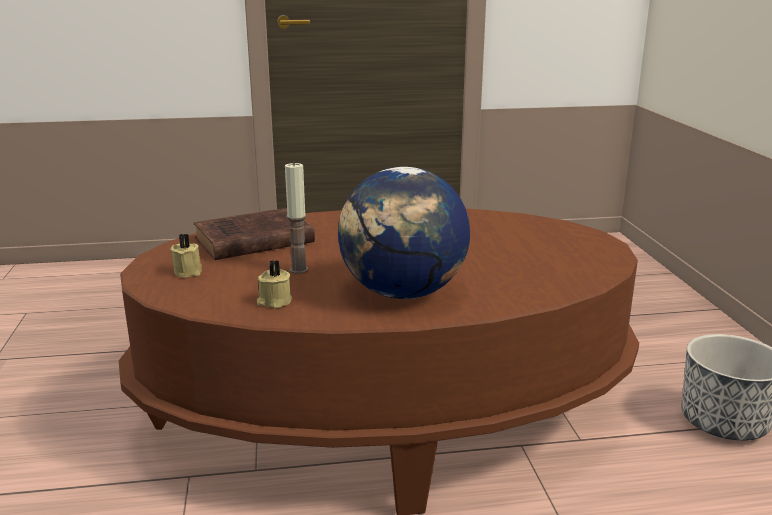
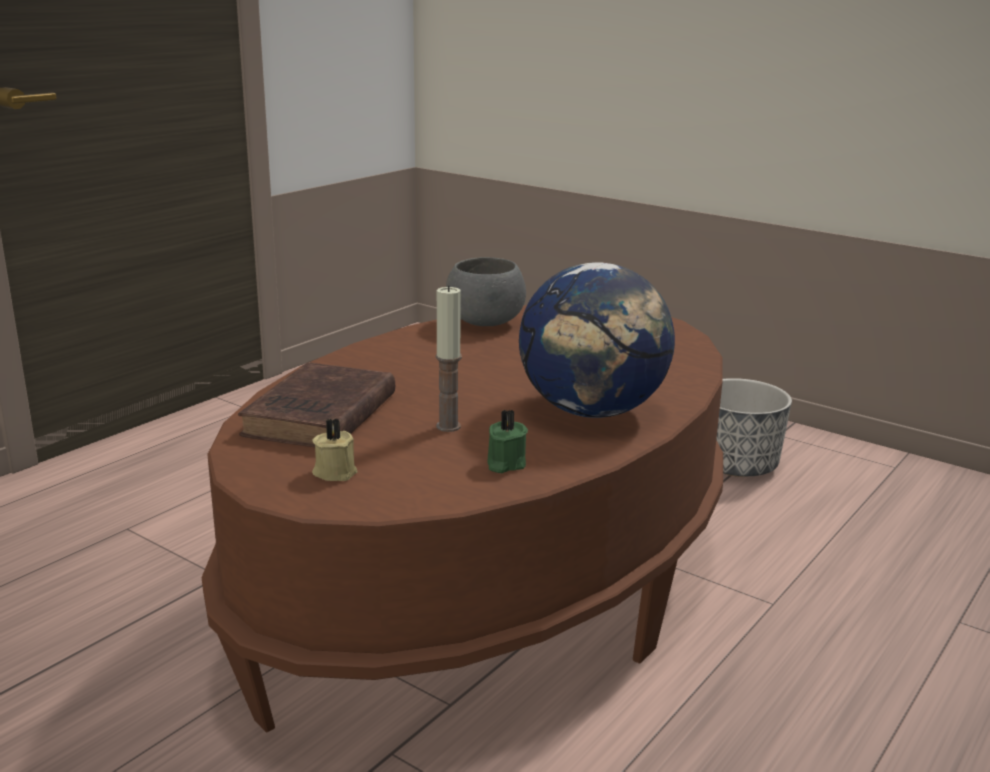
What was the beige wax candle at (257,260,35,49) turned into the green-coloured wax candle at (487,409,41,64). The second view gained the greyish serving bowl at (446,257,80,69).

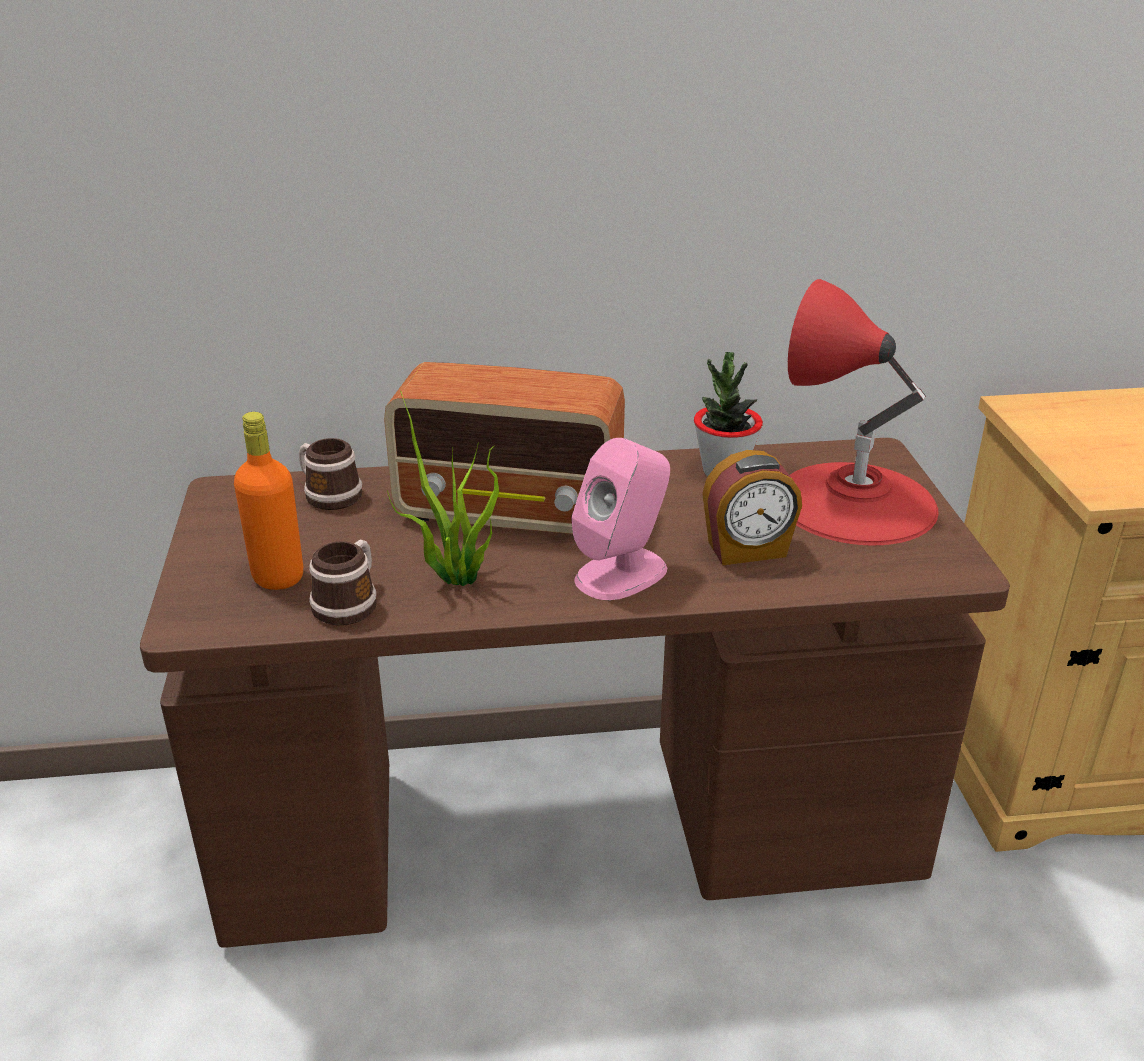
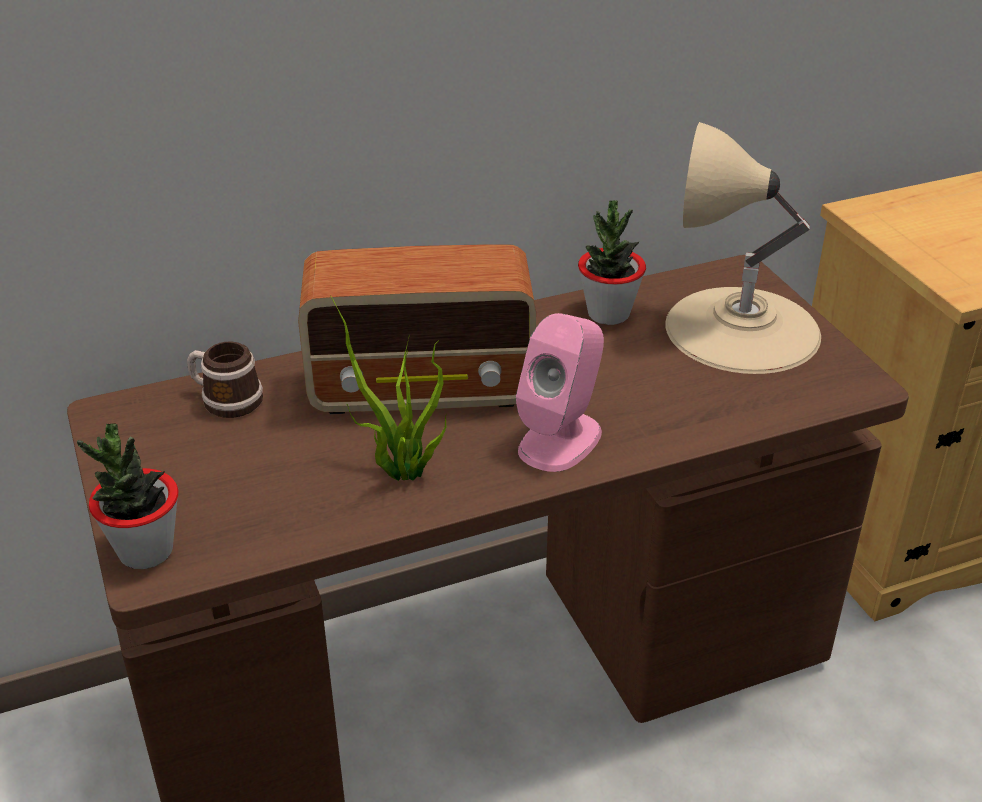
What was the reddish table lamp at (788,279,151,266) turned into the beige table lamp at (665,122,156,252). The second view lost the orange-coloured beverage bottle at (234,412,69,178). The second view lost the bedside clock at (702,450,100,115). The second view lost the coffee mug at (309,540,68,85). The second view gained the plant in a pot at (77,423,101,146).

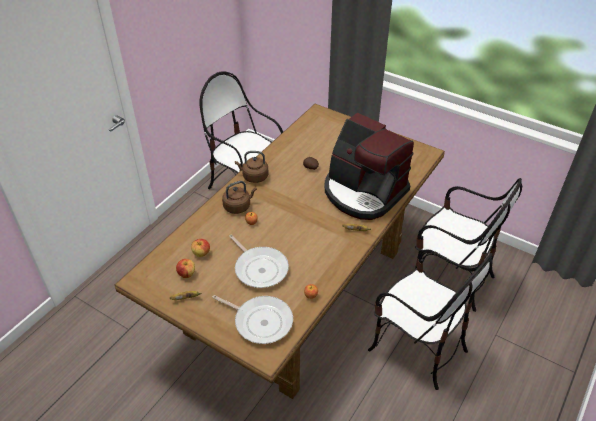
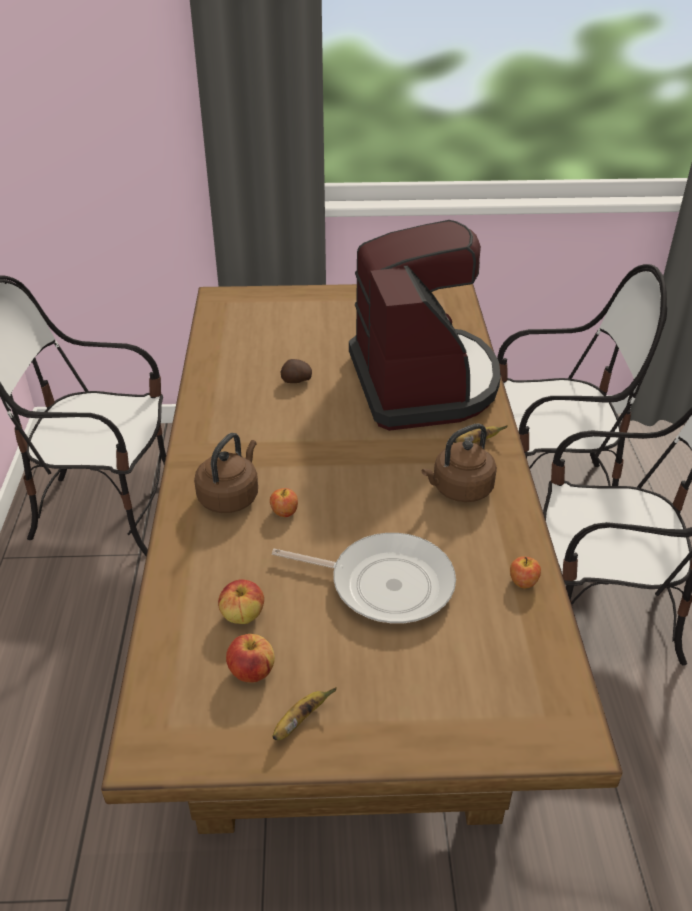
The coffee maker at (325,113,89,107) ended up facing another way, 105 degrees counterclockwise from before. The brown-coloured kettle ended up elsewhere, having gone from (235,151,34,32) to (422,423,75,79). The second view lost the skillet at (212,295,81,49).

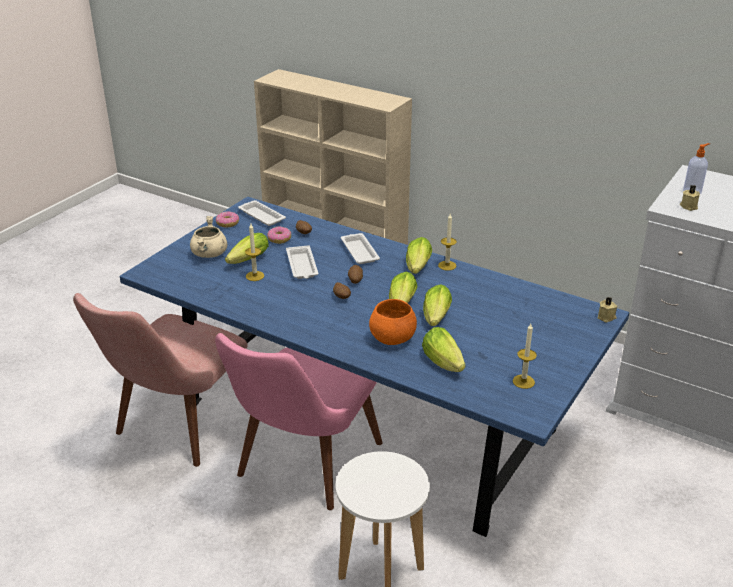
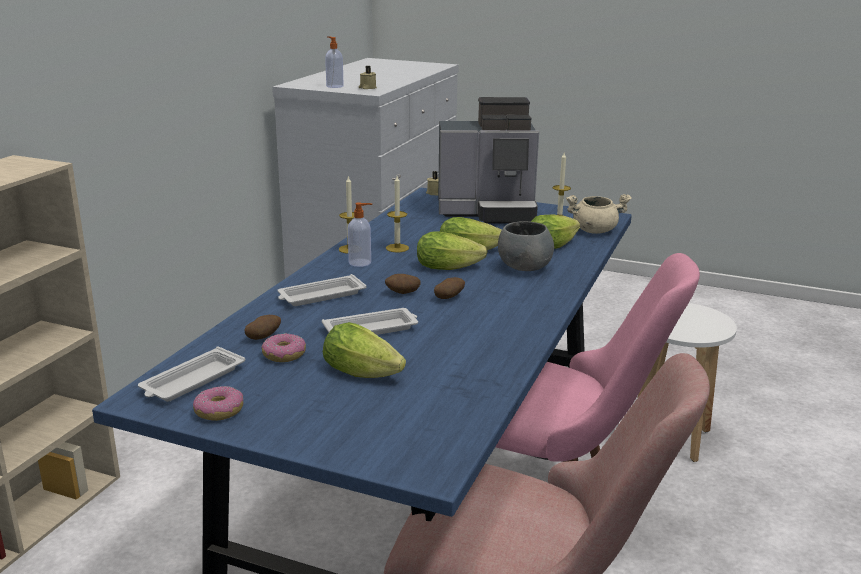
The beige cooking pot ended up elsewhere, having gone from (190,216,37,42) to (566,194,66,40). The wax candle ended up elsewhere, having gone from (245,224,19,57) to (386,176,23,76). Where the lettuce head stood at (406,237,26,37), the soap bottle came to stand at (348,202,24,65). What was the orange-coloured serving bowl at (369,299,48,46) turned into the greyish serving bowl at (498,221,56,50). The second view gained the coffee maker at (438,97,101,126).

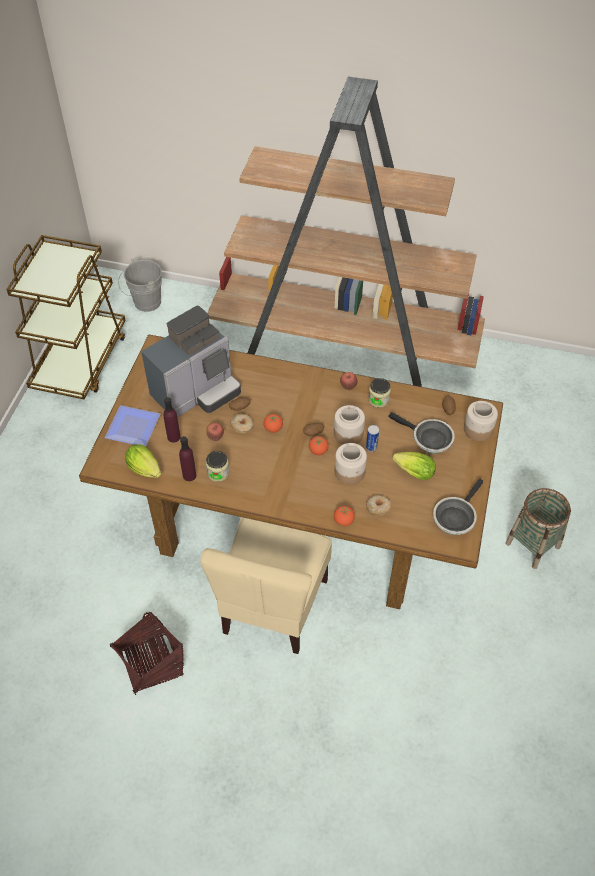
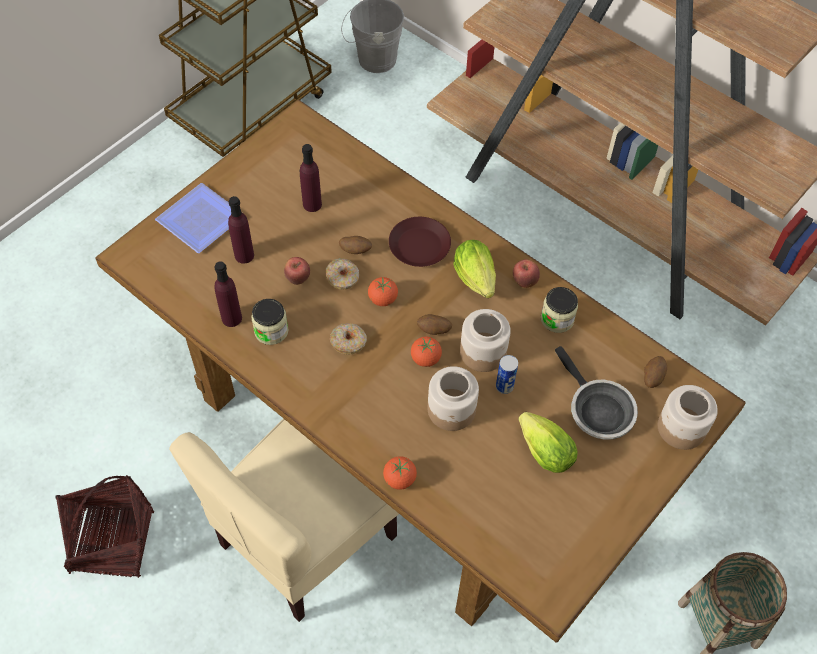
Where the coffee maker stood at (141,306,100,111), the purplish beverage bottle came to stand at (300,144,22,68). The lettuce head ended up elsewhere, having gone from (125,444,36,34) to (453,240,43,58). The second view lost the skillet at (433,479,50,56). The donut ended up elsewhere, having gone from (366,495,25,21) to (330,323,37,32). The second view gained the brown-coloured flat dish at (389,217,62,50).

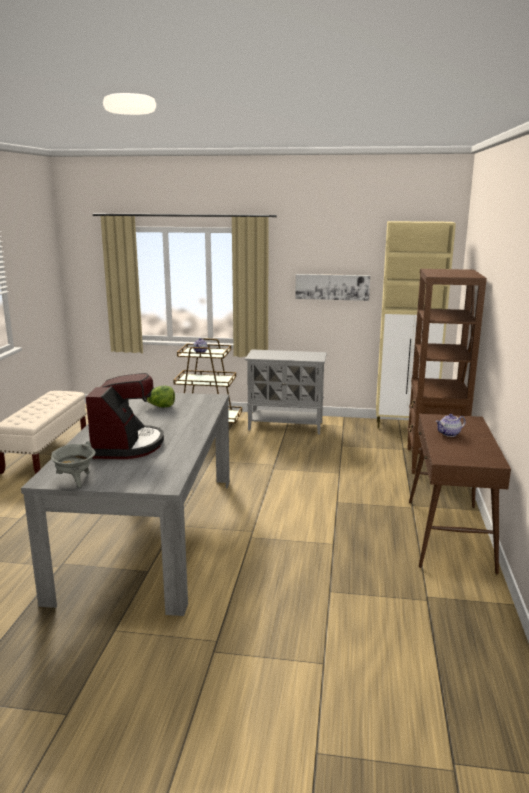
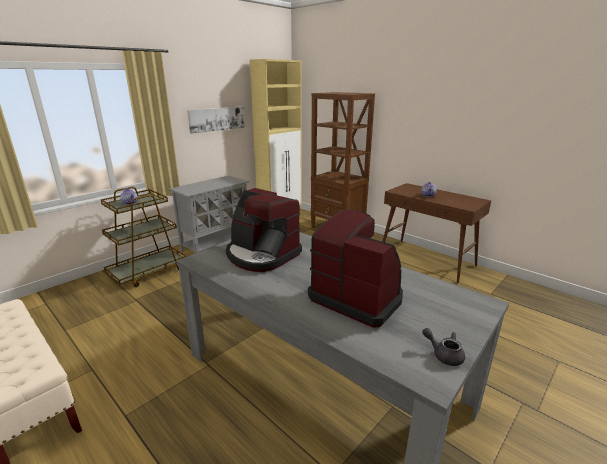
Where the lettuce head stood at (146,385,29,23), the coffee maker came to stand at (226,188,76,84). Where the greyish cooking pot stood at (51,441,45,47), the greyish teapot came to stand at (422,328,43,38).

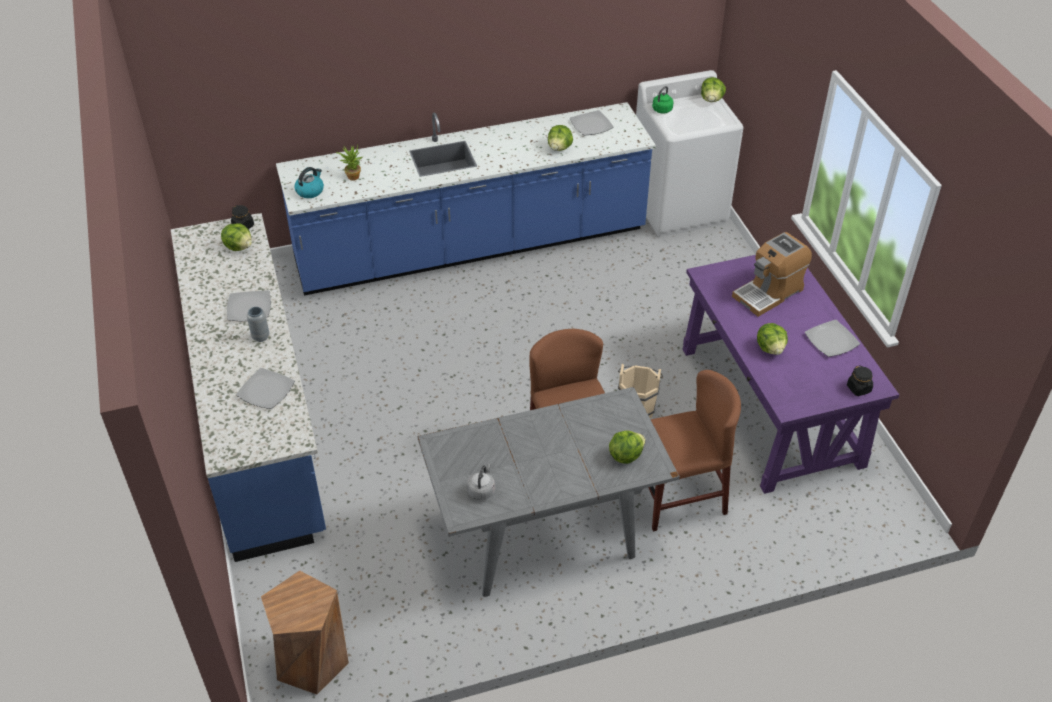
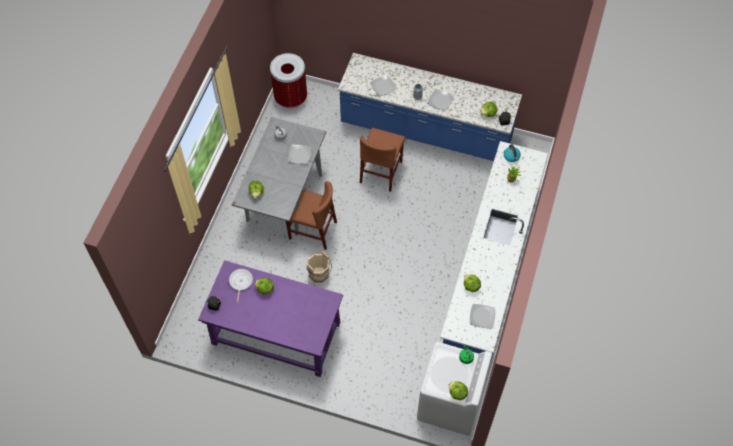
The second view lost the coffee maker at (732,232,80,85). The flat dish ended up elsewhere, having gone from (805,320,55,37) to (288,145,23,19). The brown-coloured chair ended up elsewhere, having gone from (648,370,93,161) to (360,128,45,64). Where the brown-coloured stool seat stood at (261,571,88,124), the waste bin came to stand at (270,53,37,56). The second view gained the skillet at (229,269,24,34).

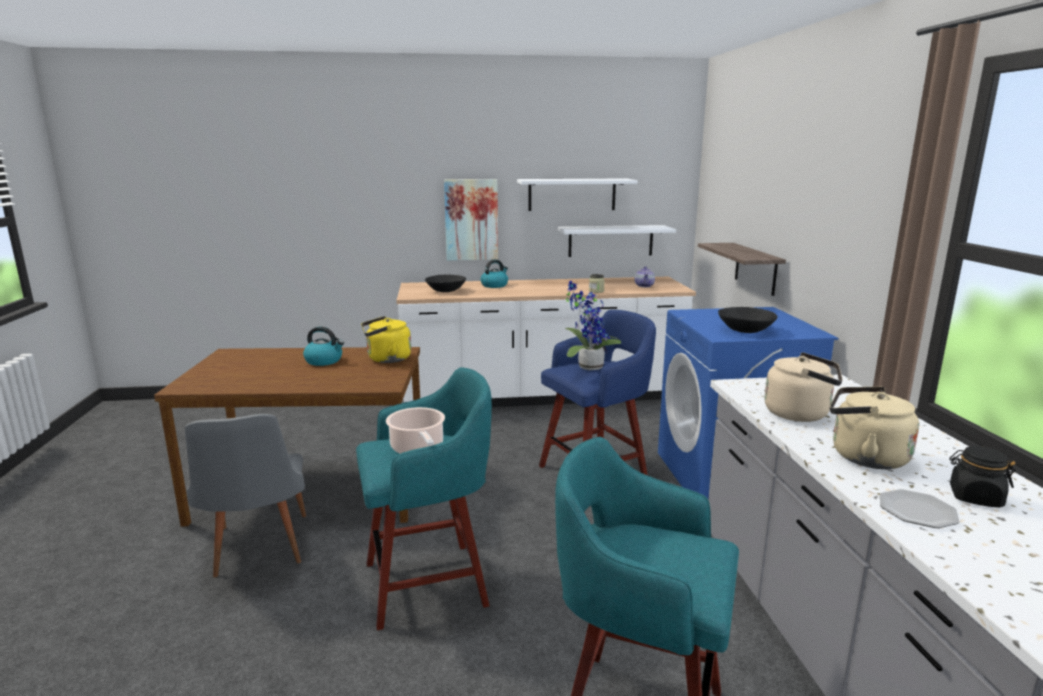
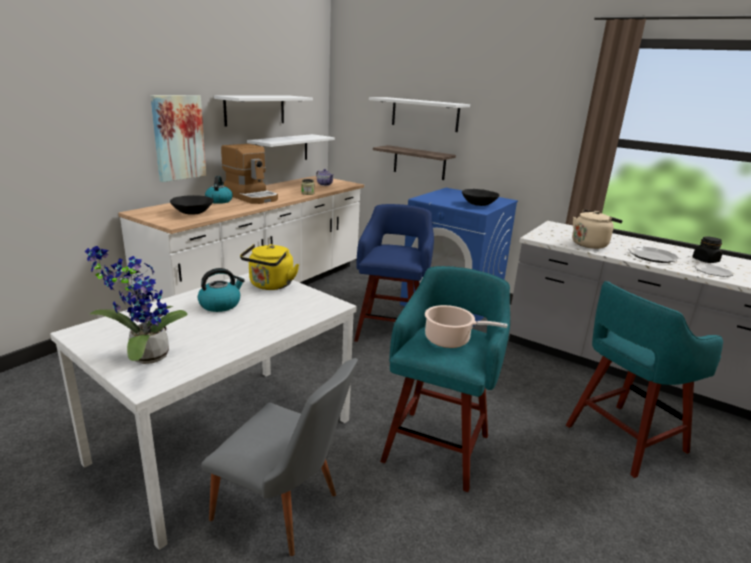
The plant in a pot ended up elsewhere, having gone from (565,281,56,89) to (85,246,103,118). What was the brown-coloured dinner table at (154,347,266,179) turned into the white dinner table at (50,273,307,277). Where the beige kettle stood at (830,387,89,82), the flat dish came to stand at (628,246,52,17). The second view gained the white bracket shelf at (369,97,101,35). The second view gained the coffee maker at (221,144,57,60).

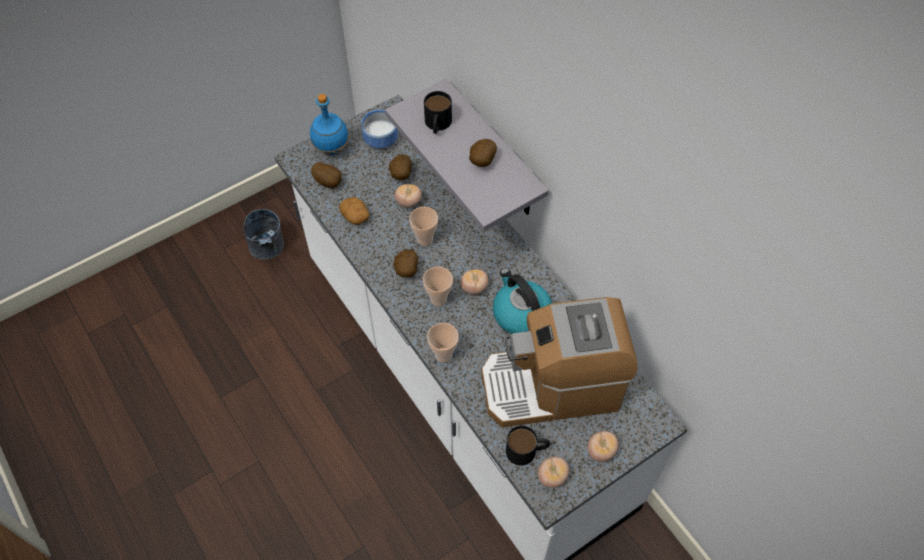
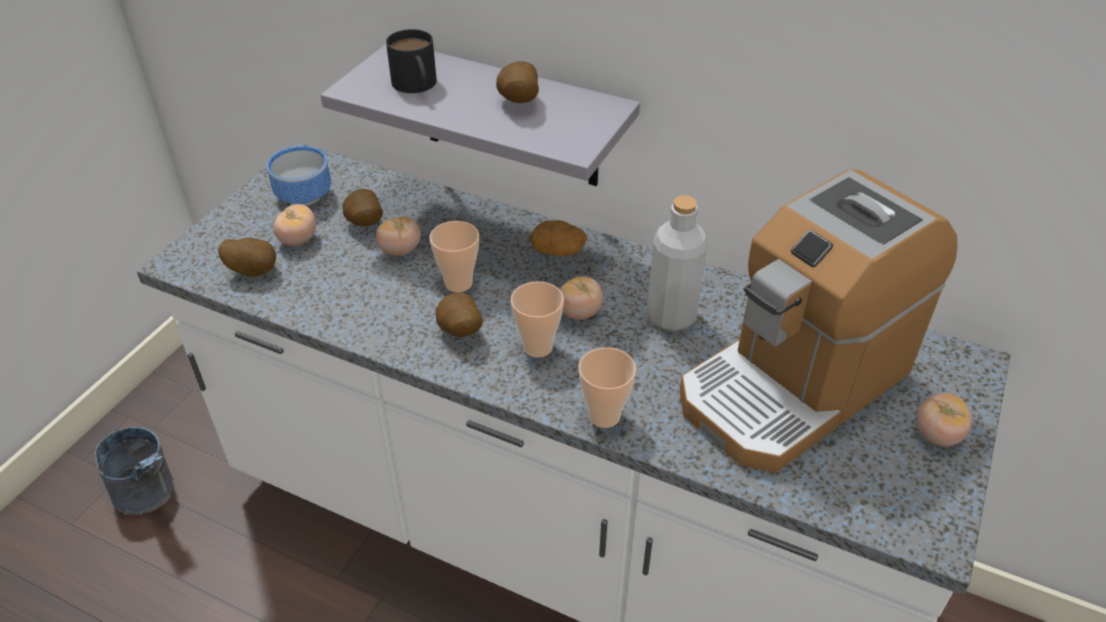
The second view lost the blue beverage bottle at (310,94,39,61). The potato ended up elsewhere, having gone from (339,197,30,27) to (530,220,57,36). Where the kettle stood at (493,268,59,66), the greyish beverage bottle came to stand at (647,195,61,136). The second view lost the black-coloured coffee mug at (506,426,44,39). The fresh tomato ended up elsewhere, having gone from (538,457,31,31) to (273,204,43,42).

